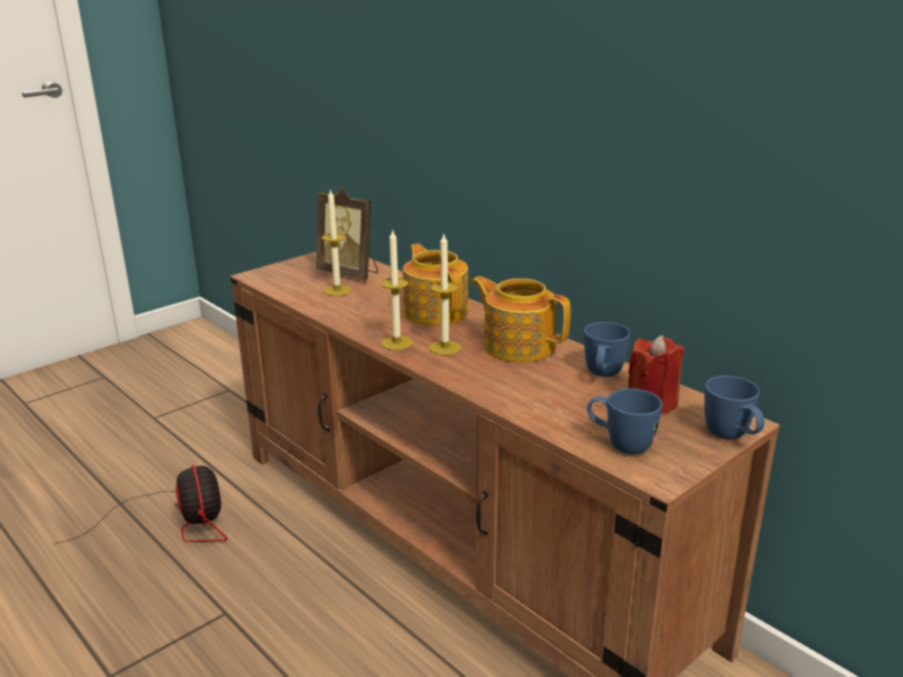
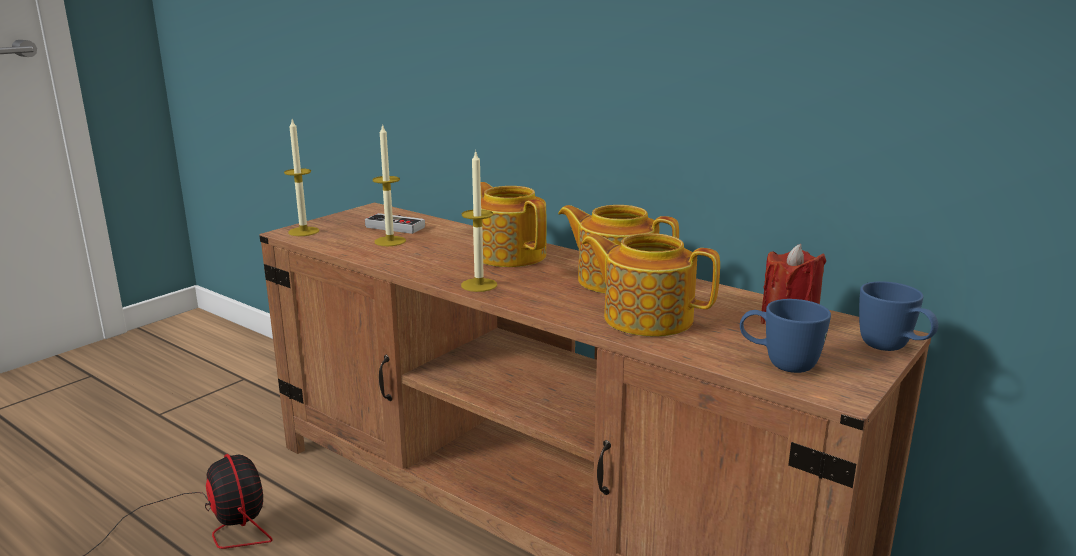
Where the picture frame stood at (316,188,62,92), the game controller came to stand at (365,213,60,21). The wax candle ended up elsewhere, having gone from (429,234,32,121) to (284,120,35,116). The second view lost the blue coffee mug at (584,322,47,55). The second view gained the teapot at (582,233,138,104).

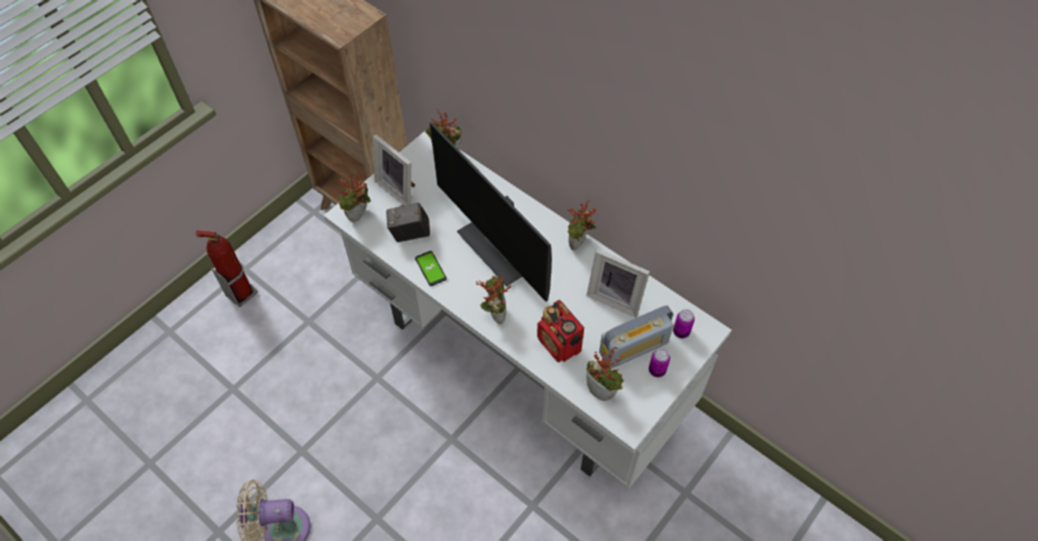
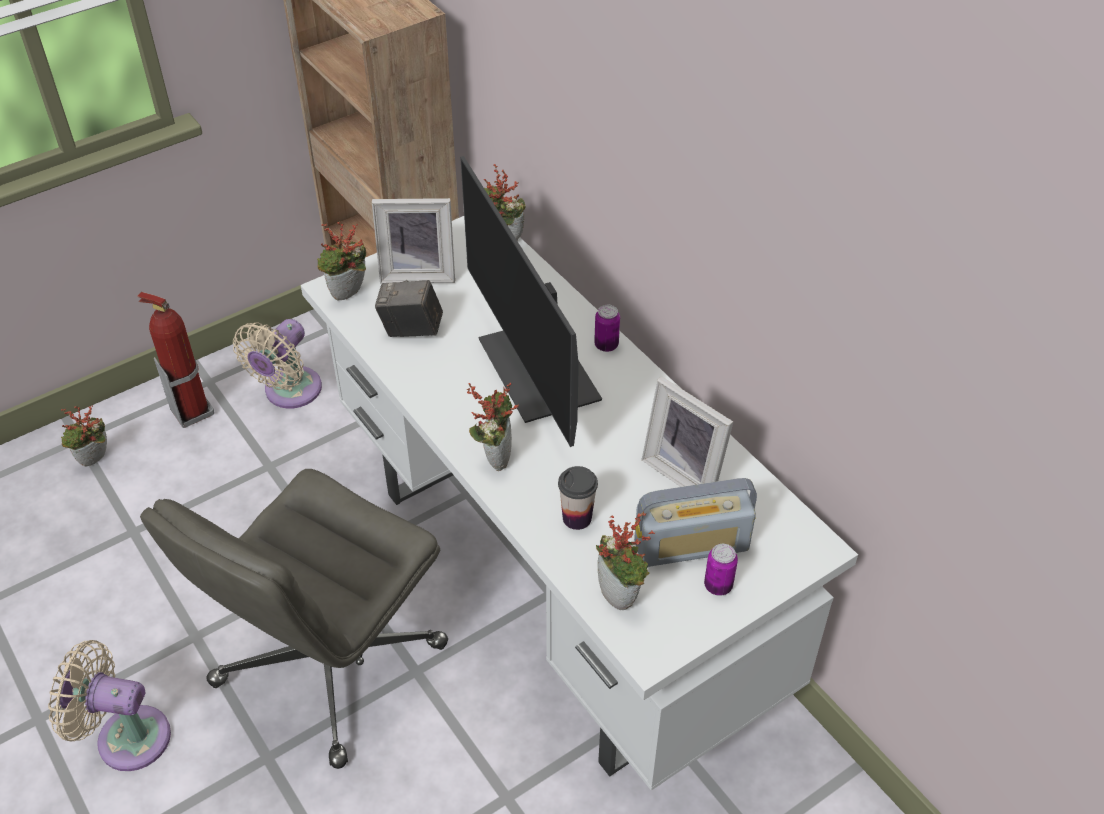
The picture frame at (373,135,42,71) ended up facing another way, 60 degrees counterclockwise from before. The plant in a pot ended up elsewhere, having gone from (567,200,30,50) to (61,405,46,62). The second view lost the phone at (415,251,32,35). Where the radio receiver stood at (537,300,47,62), the drinking cup came to stand at (558,466,40,64). The metal can ended up elsewhere, having gone from (673,309,22,29) to (594,305,26,47). The second view gained the beige electric fan at (233,319,89,90). The second view gained the greyish computer chair at (140,469,308,300).

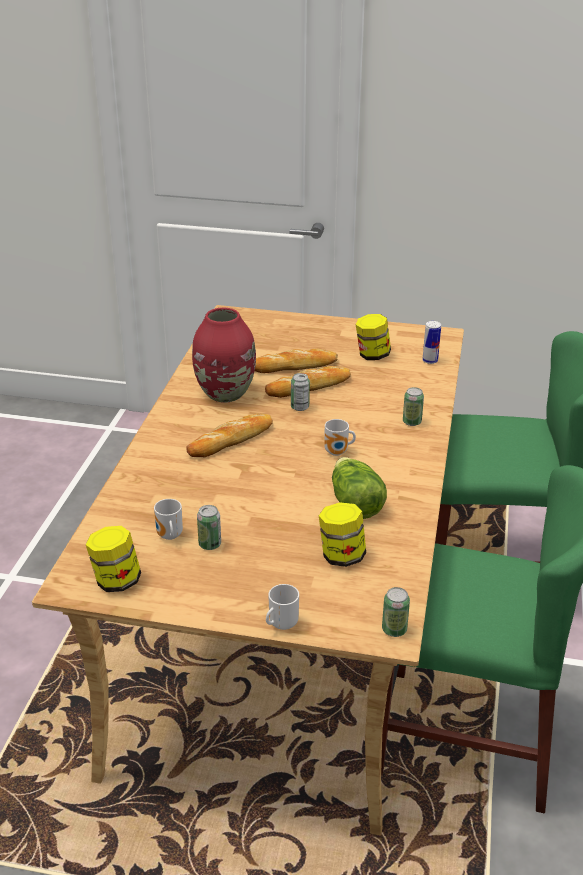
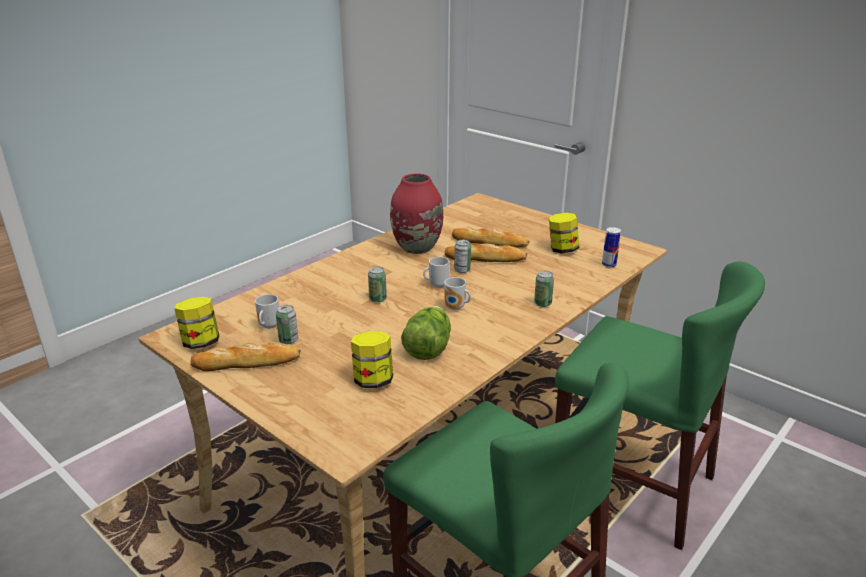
The baked bread ended up elsewhere, having gone from (186,414,87,44) to (190,342,111,29). The coffee mug ended up elsewhere, having gone from (266,584,33,46) to (423,257,27,31). The metal can ended up elsewhere, having gone from (382,587,28,50) to (368,267,19,36).

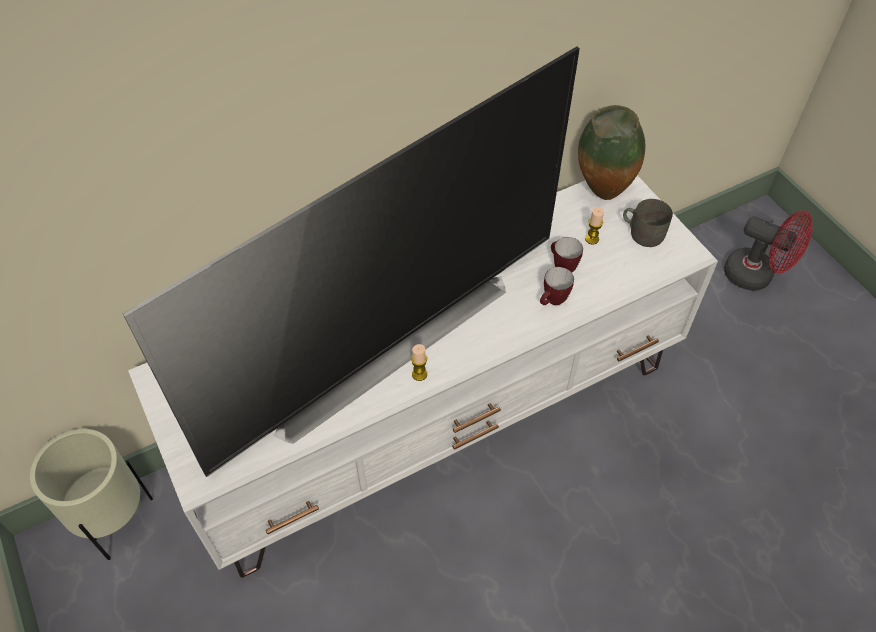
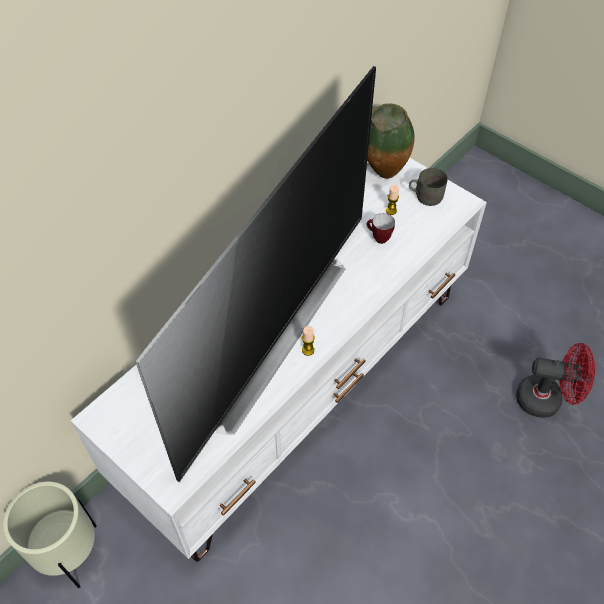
The reddish electric fan ended up elsewhere, having gone from (724,210,88,81) to (516,343,79,75). The second view lost the coffee mug at (540,267,34,38).

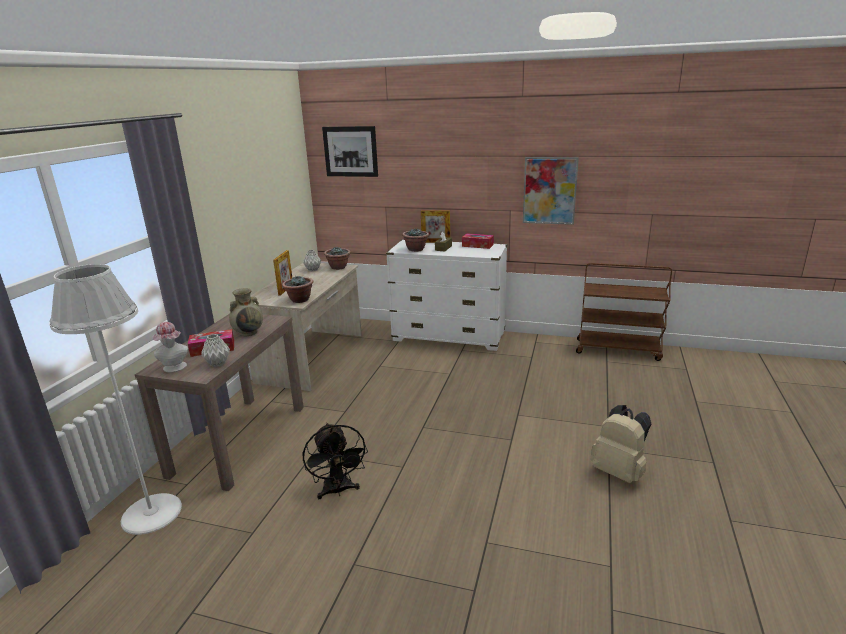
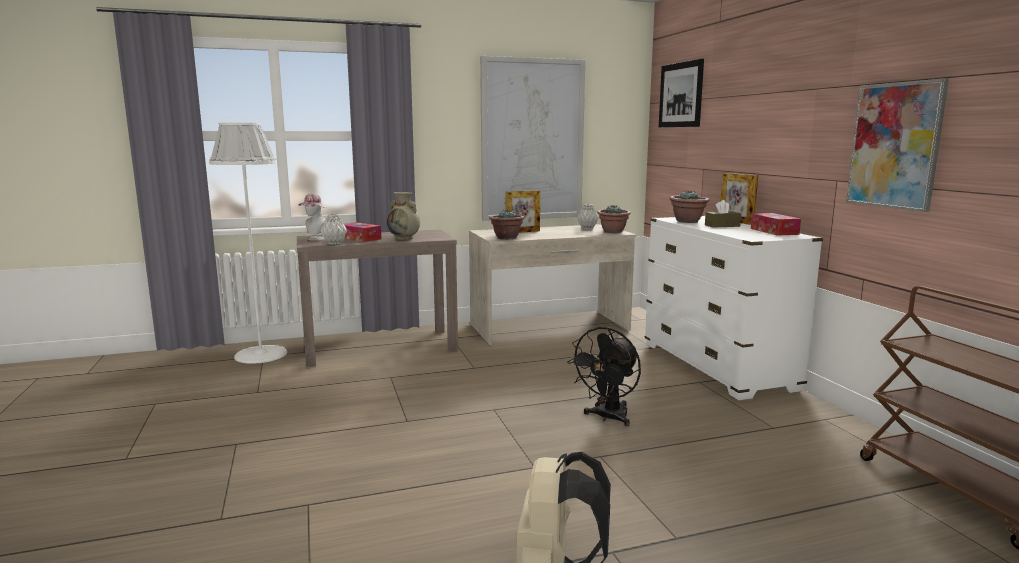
The black-coloured electric fan ended up elsewhere, having gone from (303,423,65,76) to (567,327,74,99). The second view gained the wall art at (480,56,105,165).

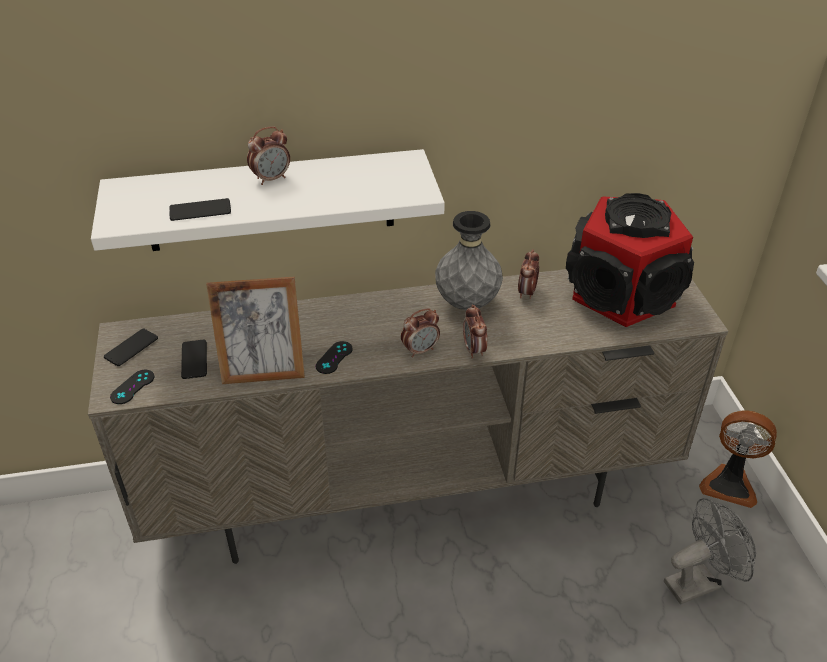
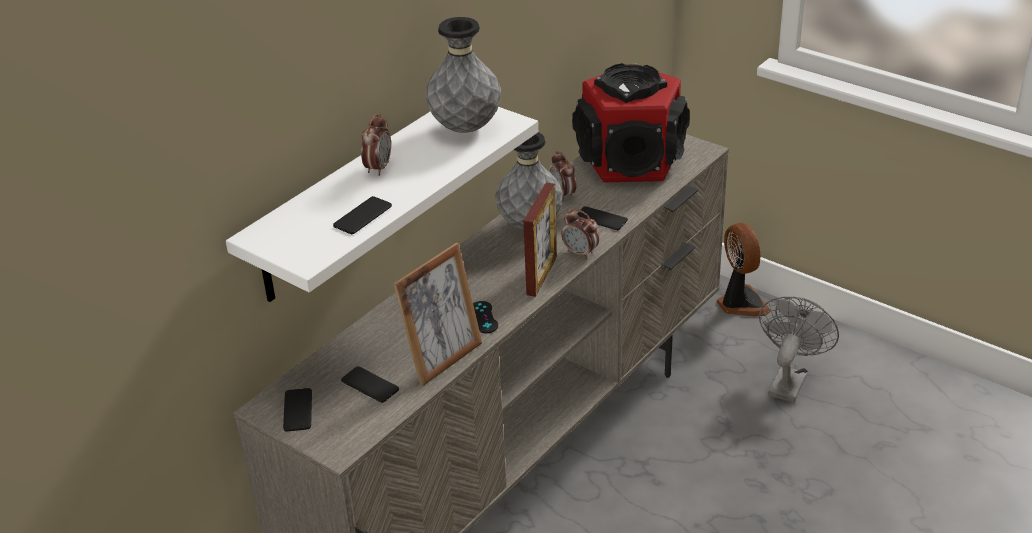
Where the bedside clock stood at (401,308,39,50), the picture frame came to stand at (523,182,34,115). The second view lost the black-coloured game controller at (110,370,44,34). The electric fan at (699,410,78,98) ended up facing another way, 90 degrees counterclockwise from before. The second view gained the greyish vase at (425,17,76,116). The second view gained the phone at (577,206,51,24).

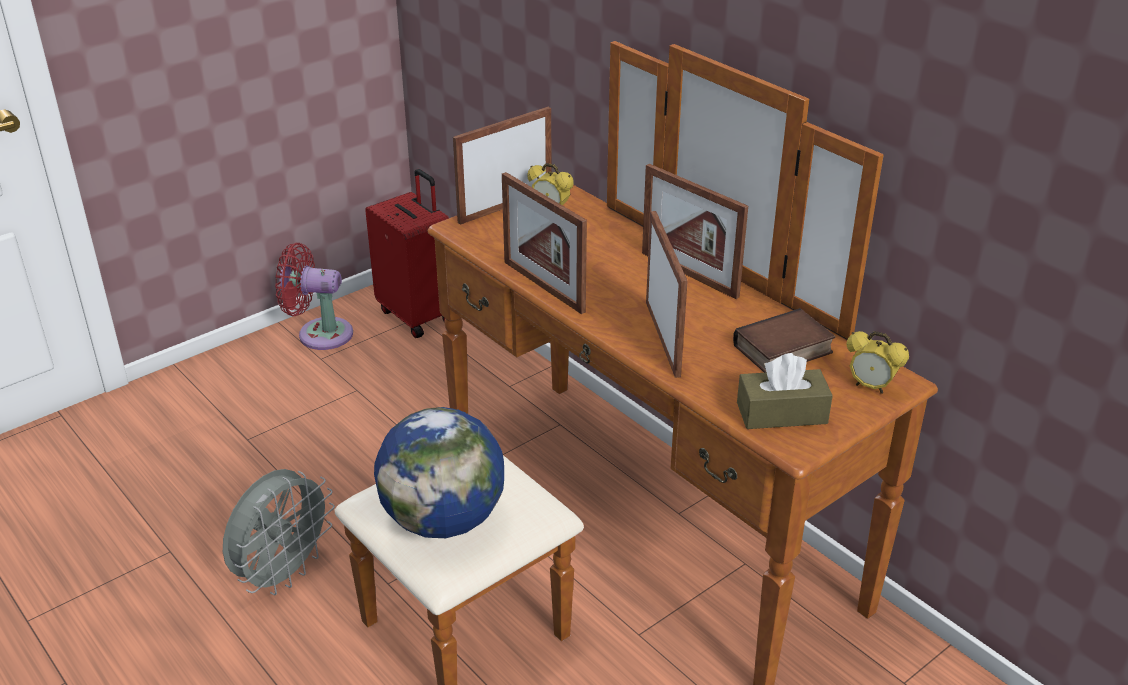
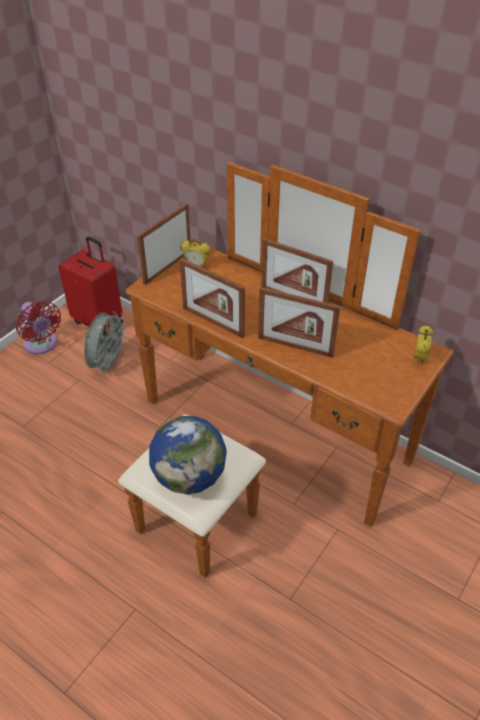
The picture frame at (646,211,42,167) ended up facing another way, 135 degrees clockwise from before. The reddish electric fan at (275,243,78,107) ended up facing another way, 120 degrees counterclockwise from before. The second view lost the book at (733,308,102,65). The bedside clock at (847,331,62,63) ended up facing another way, 90 degrees counterclockwise from before. The second view lost the brown-coloured tissue holder at (737,353,96,76). The greyish electric fan ended up elsewhere, having gone from (223,469,112,126) to (84,311,43,63).

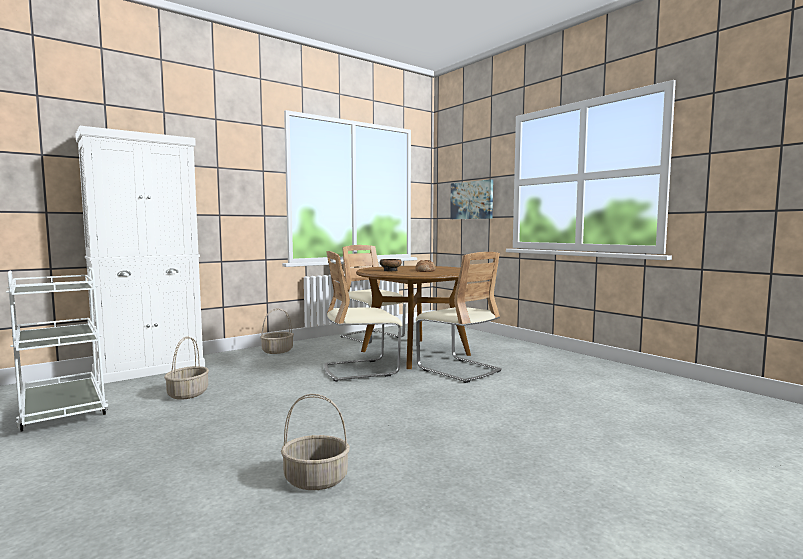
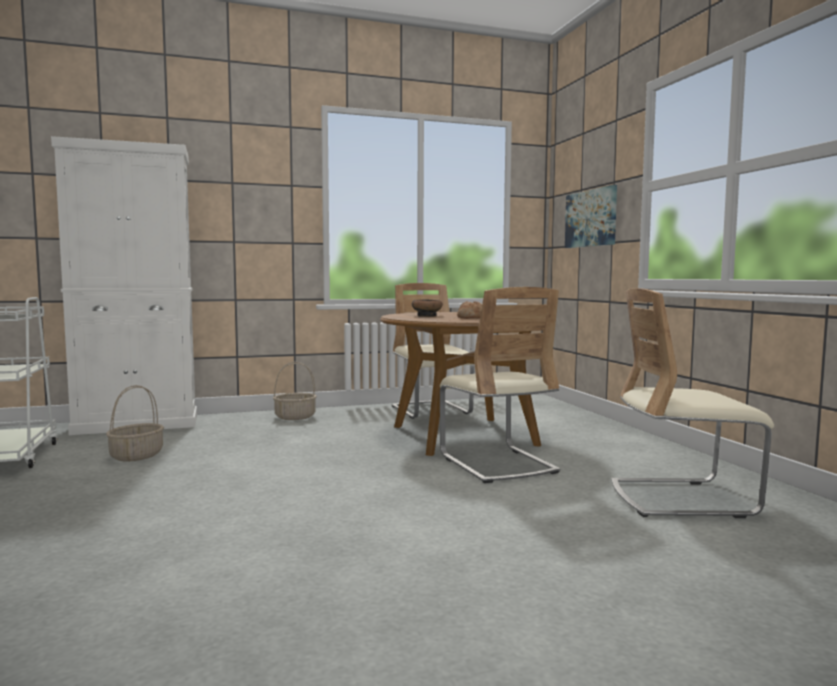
The beige chair ended up elsewhere, having gone from (324,251,78,131) to (611,288,163,230). The second view lost the household basket at (281,394,69,96).

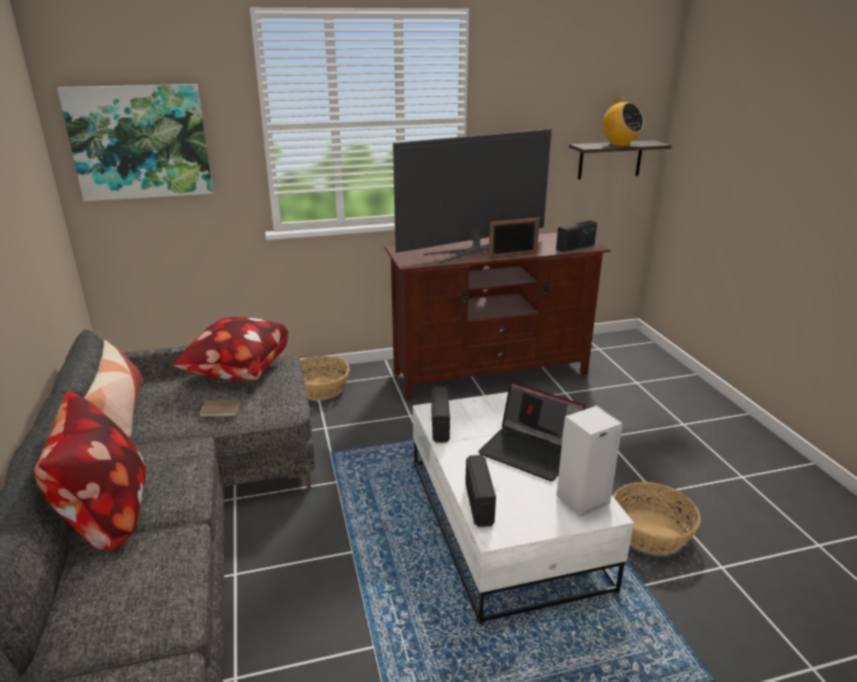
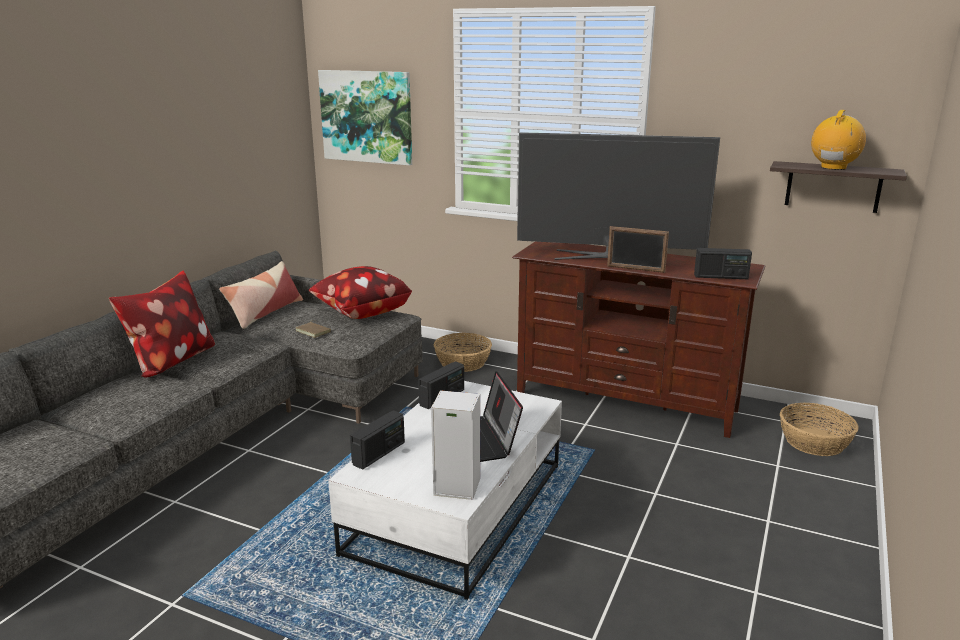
The radio receiver at (602,97,42,49) ended up facing another way, 150 degrees counterclockwise from before. The household basket ended up elsewhere, having gone from (613,482,88,72) to (780,403,78,53).

